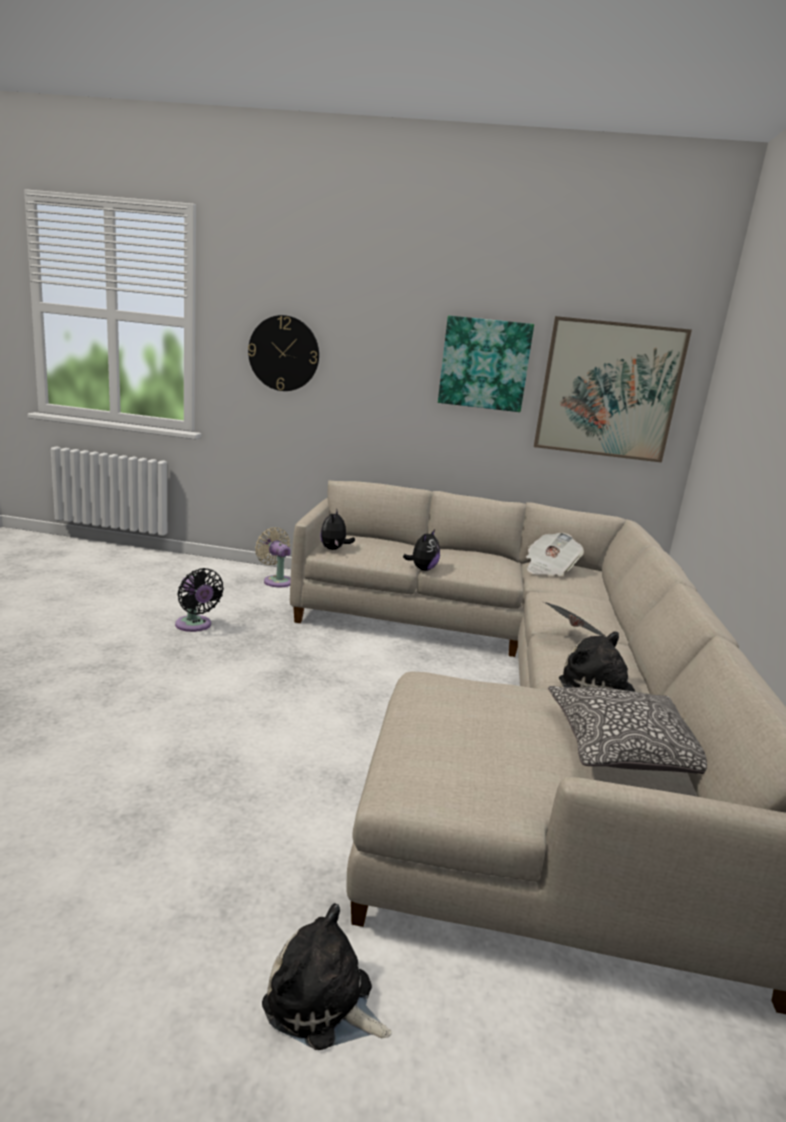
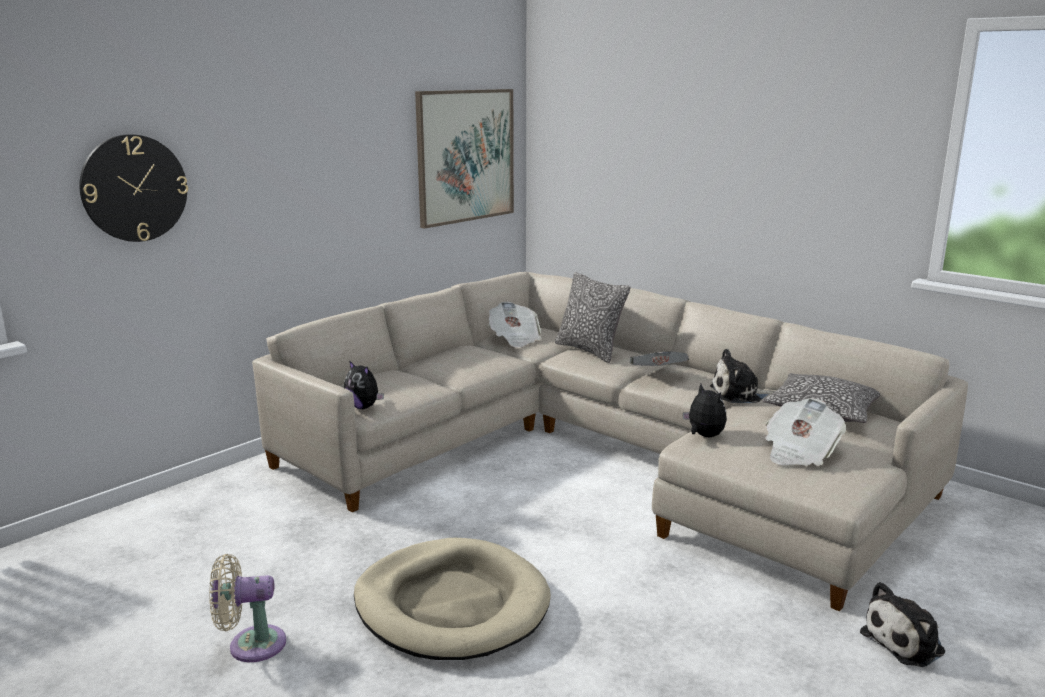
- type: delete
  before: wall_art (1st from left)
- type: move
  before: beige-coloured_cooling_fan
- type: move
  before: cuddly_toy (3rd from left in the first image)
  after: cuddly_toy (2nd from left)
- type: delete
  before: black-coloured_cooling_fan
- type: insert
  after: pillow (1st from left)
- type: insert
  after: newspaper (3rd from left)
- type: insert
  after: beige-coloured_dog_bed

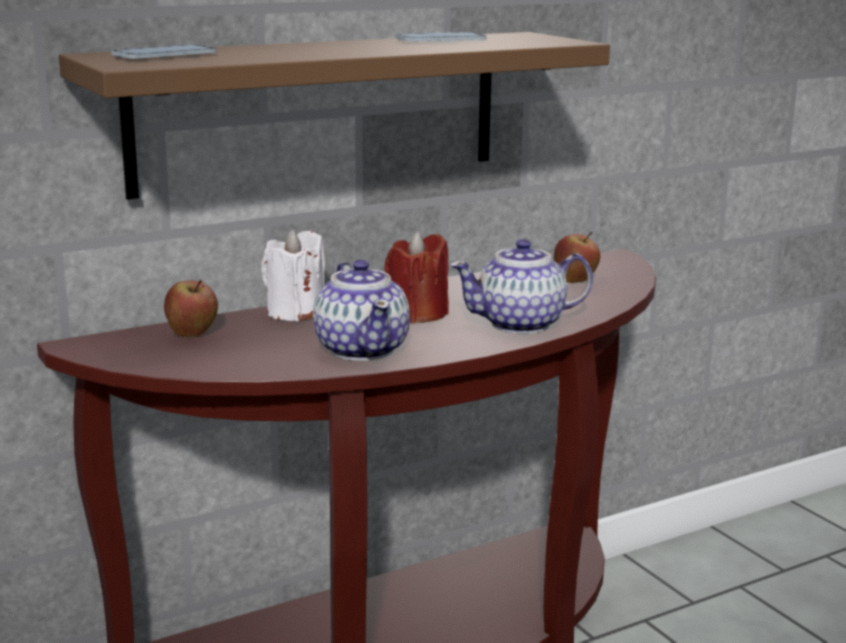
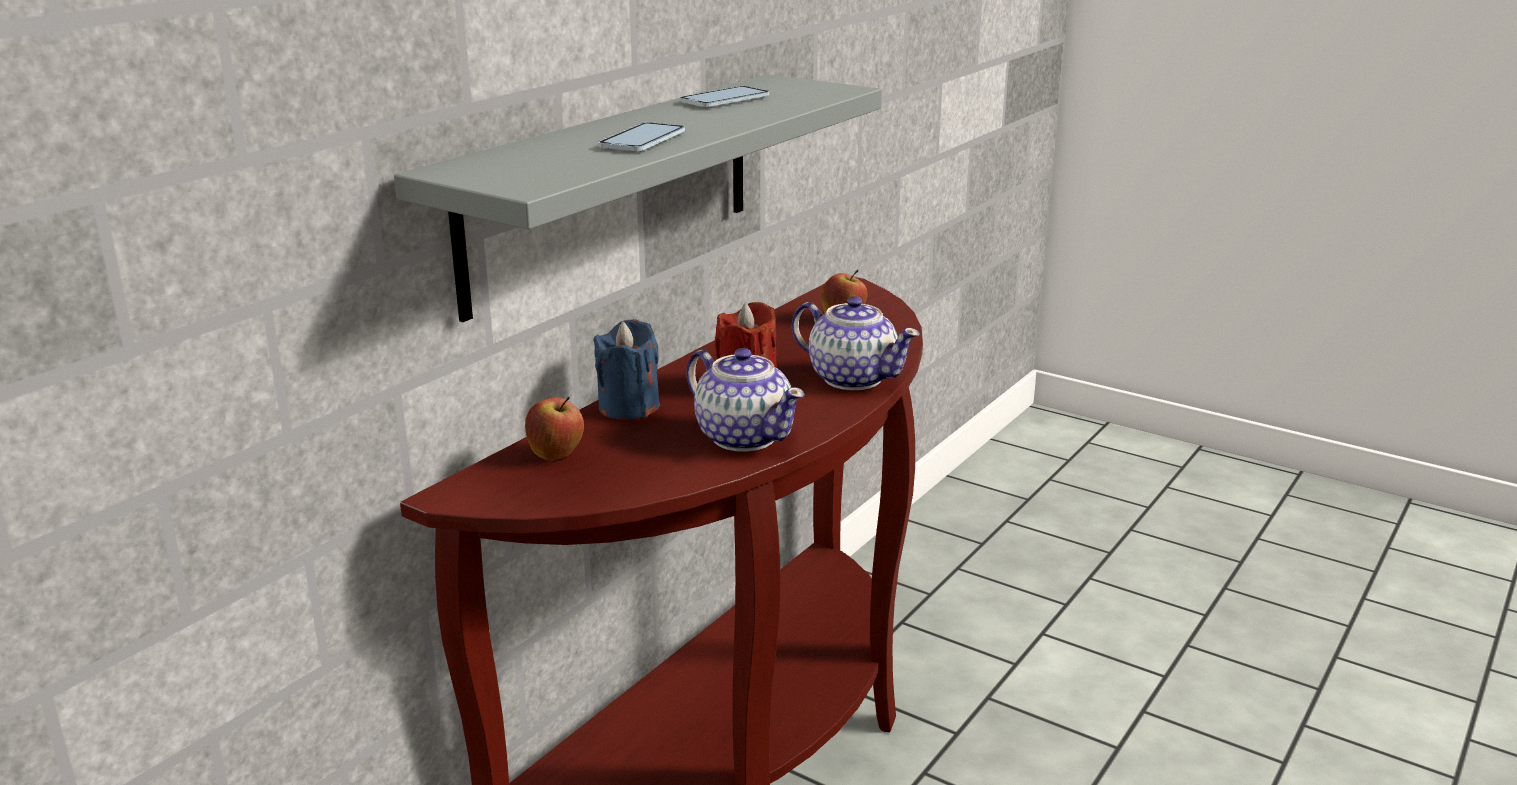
- type: recolor
  before: brownish_shelf
  after: grey_shelf
- type: move
  before: handset (1st from left)
- type: recolor
  before: white_candle
  after: bluish_candle
- type: rotate
  before: tea_pot (2nd from left)
  turn: -105

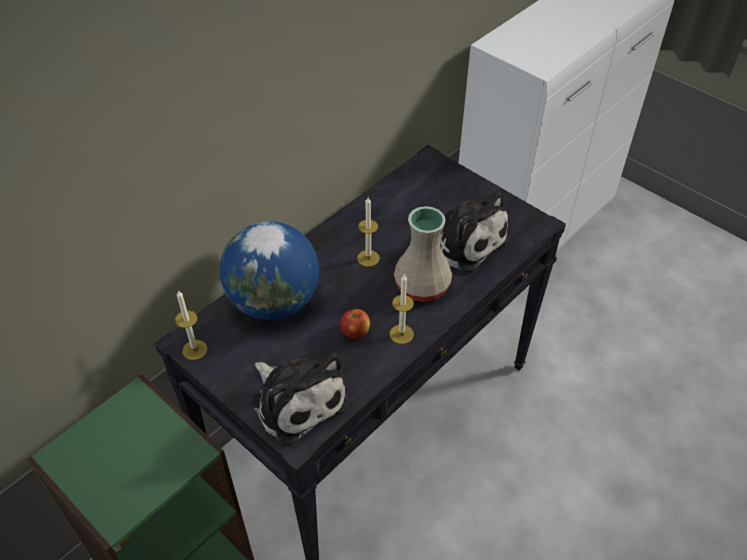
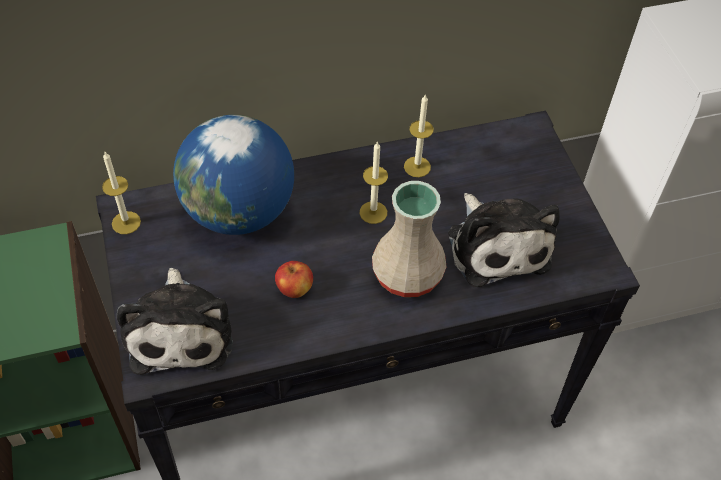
- type: move
  before: candle (3rd from left)

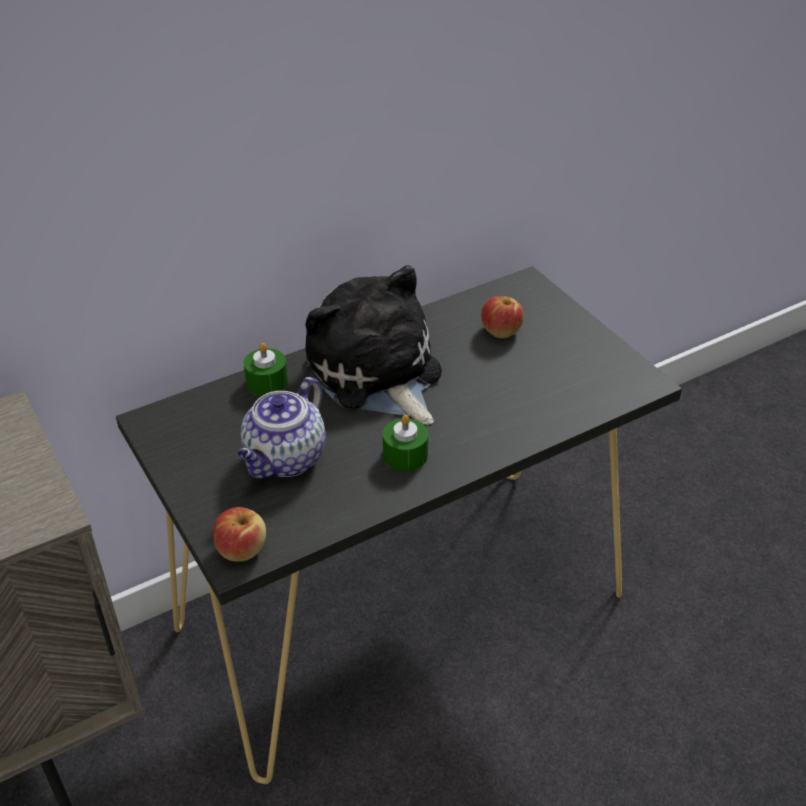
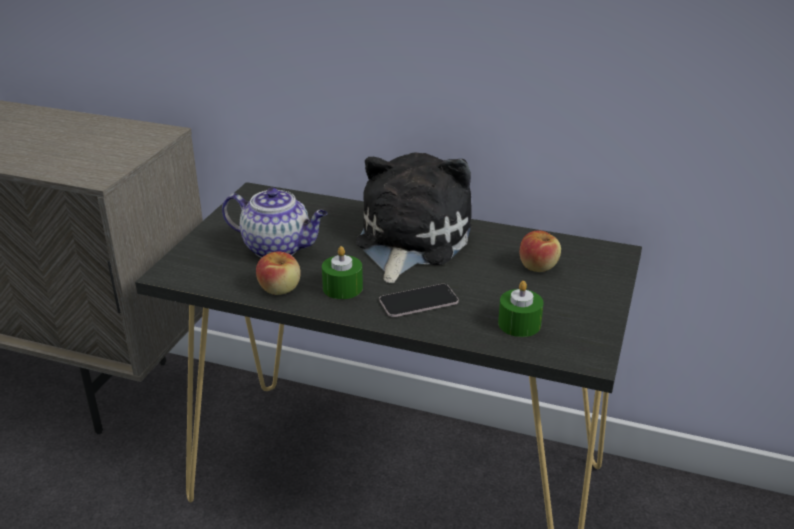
- type: move
  before: greenish_candle (1st from left in the first image)
  after: greenish_candle (2nd from left)
- type: rotate
  before: tea_pot
  turn: -150
- type: move
  before: apple_fruit (1st from left)
- type: insert
  after: handset

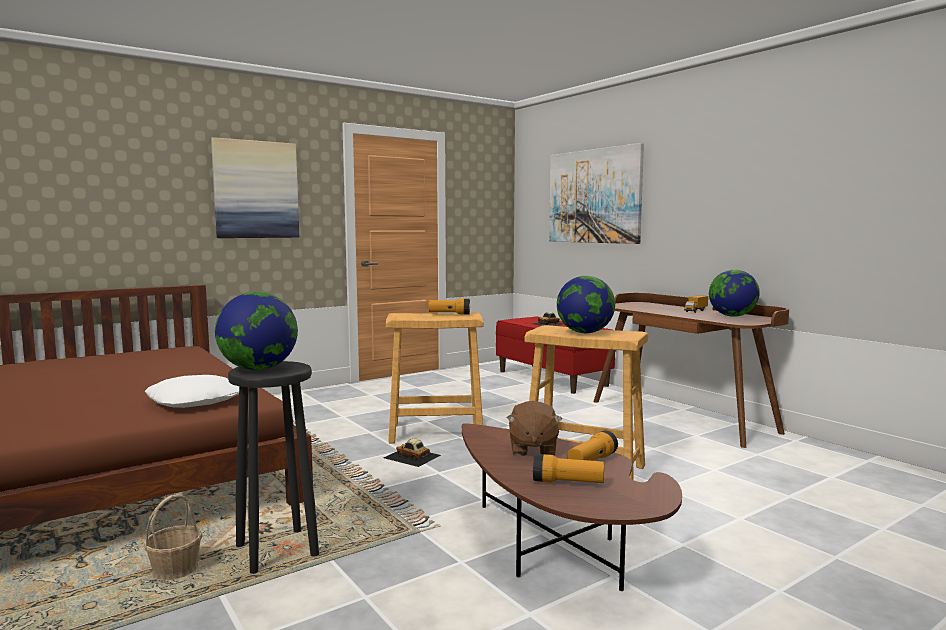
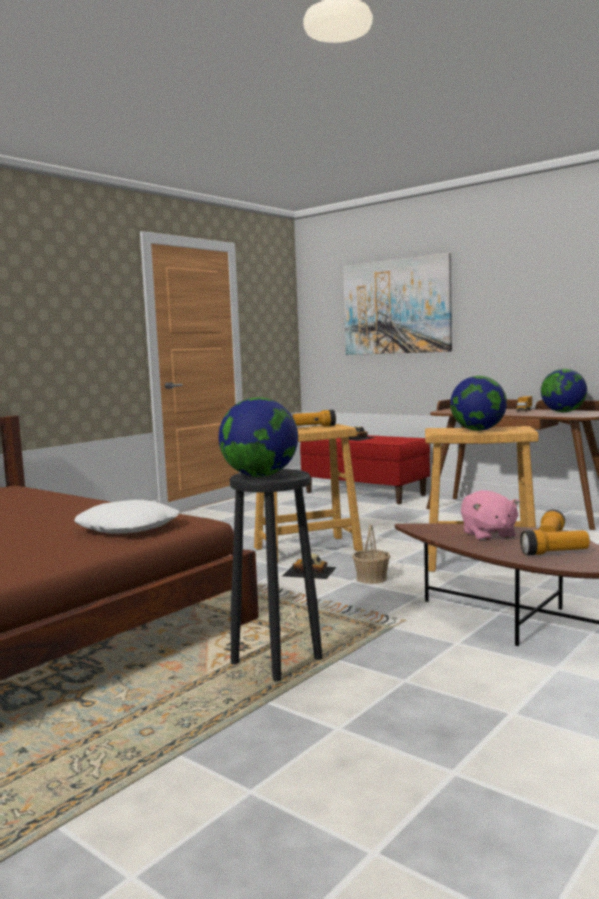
- type: delete
  before: wall_art (1st from left)
- type: recolor
  before: brownish_cuddly_toy
  after: pinkish_cuddly_toy
- type: move
  before: basket

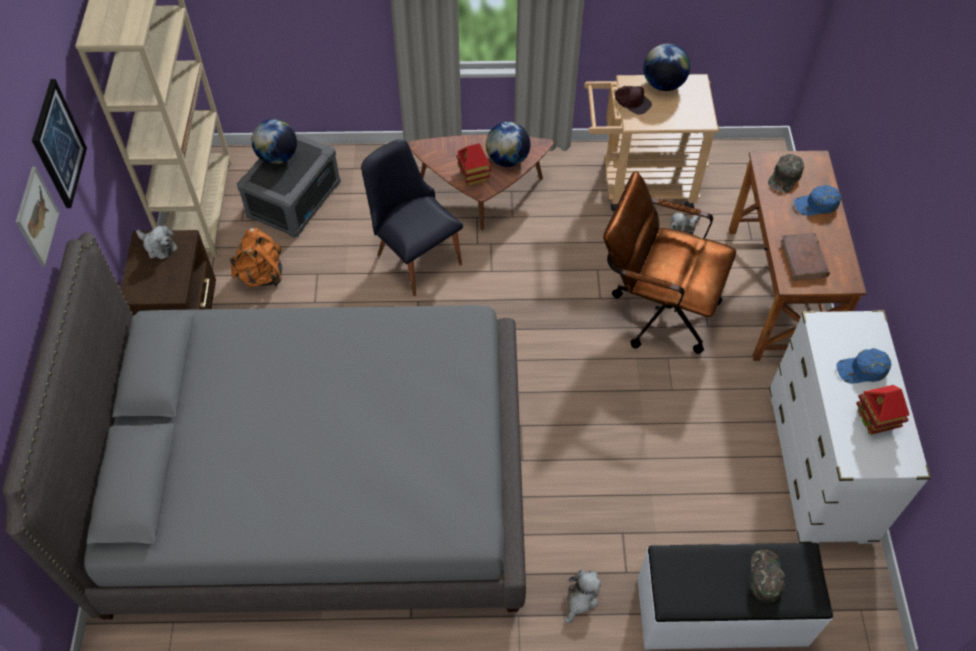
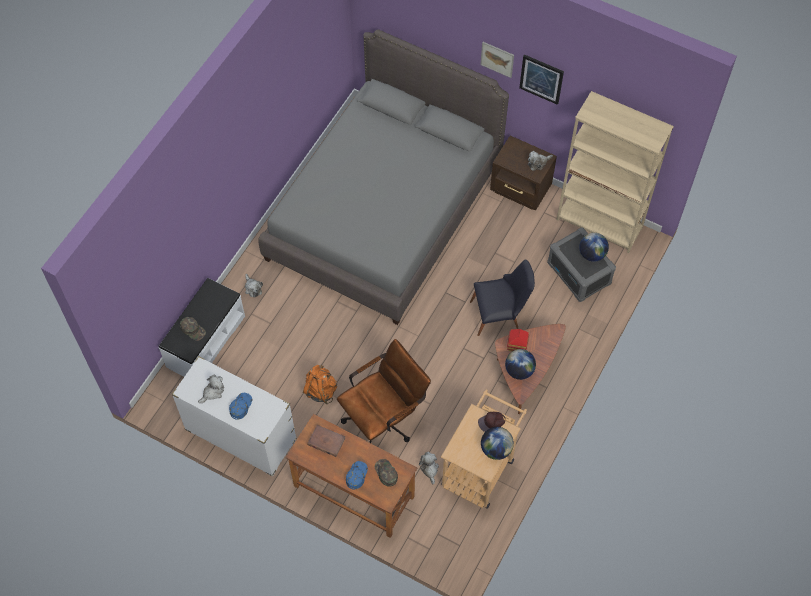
- type: move
  before: orange-coloured_backpack
- type: replace
  before: toy_house (2nd from left)
  after: cuddly_toy (1st from left)

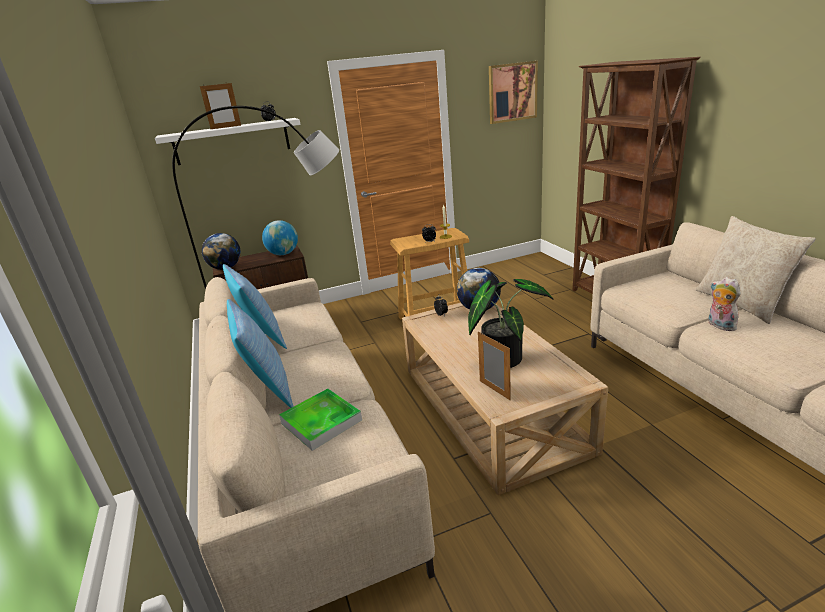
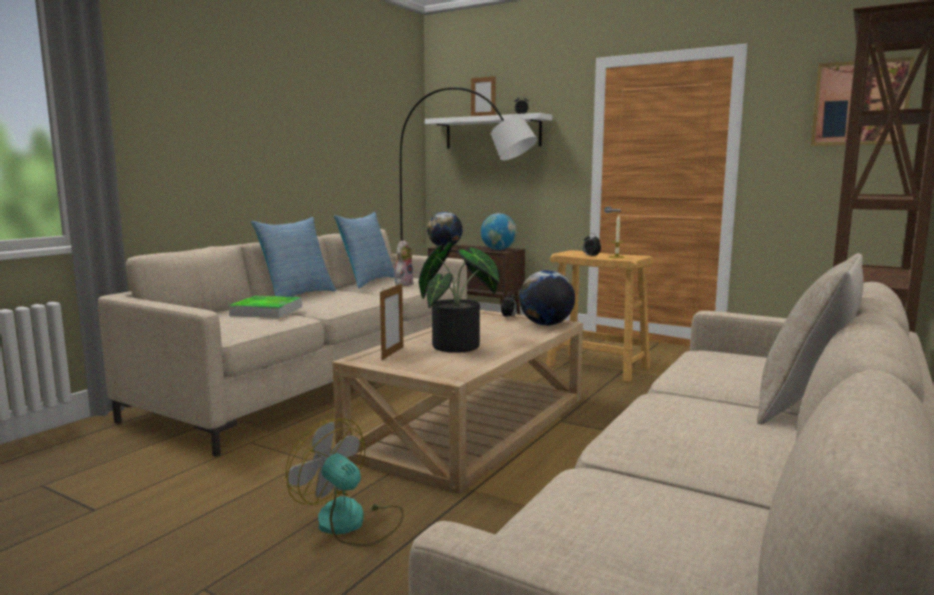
- type: move
  before: cuddly_toy
- type: insert
  after: cooling_fan

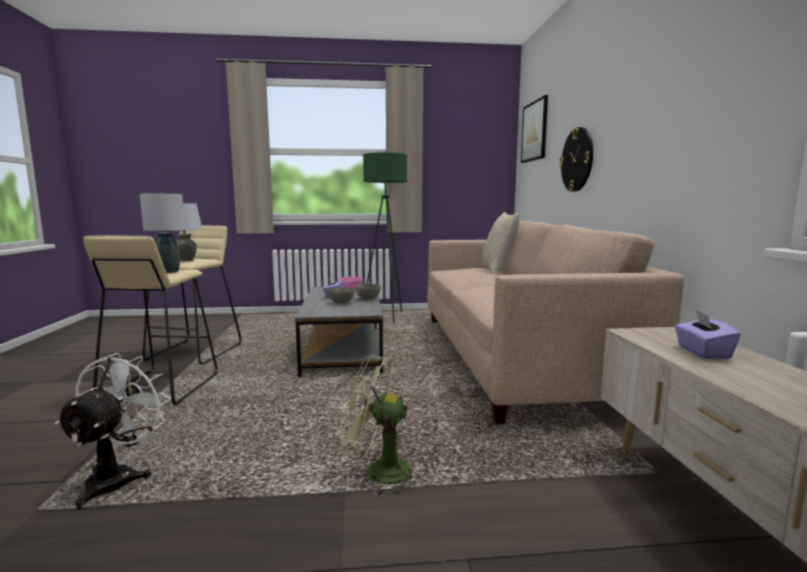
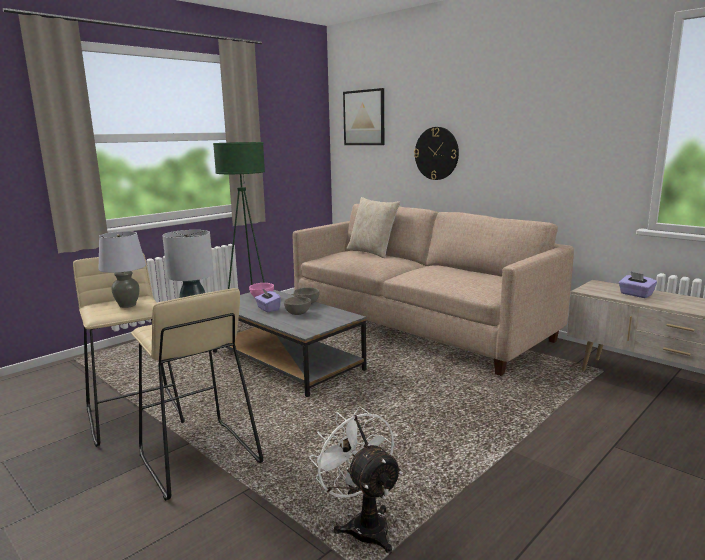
- type: delete
  before: greenish_cooling_fan

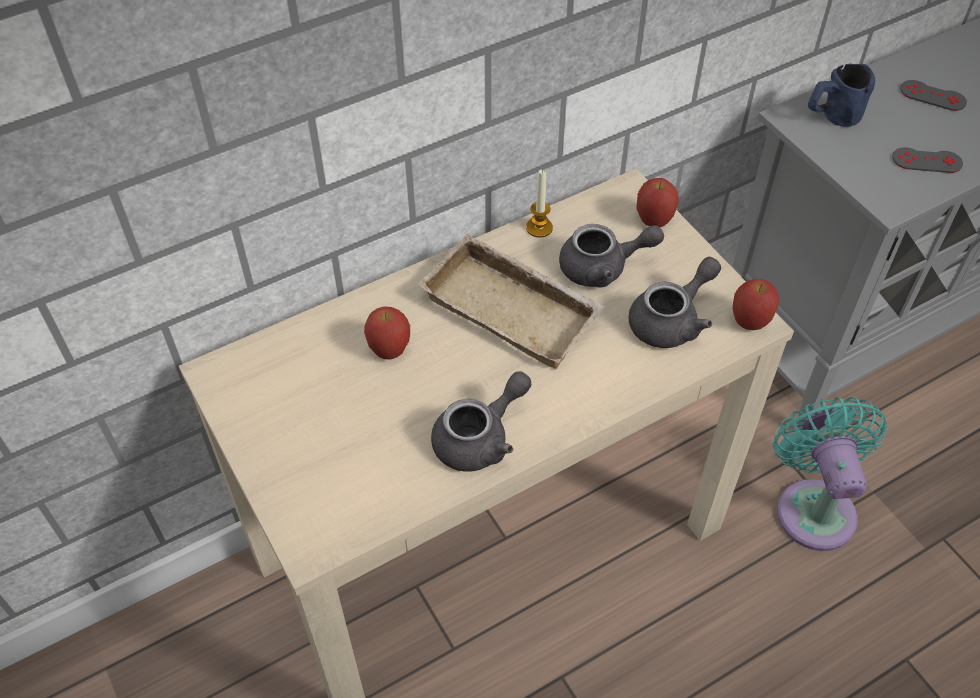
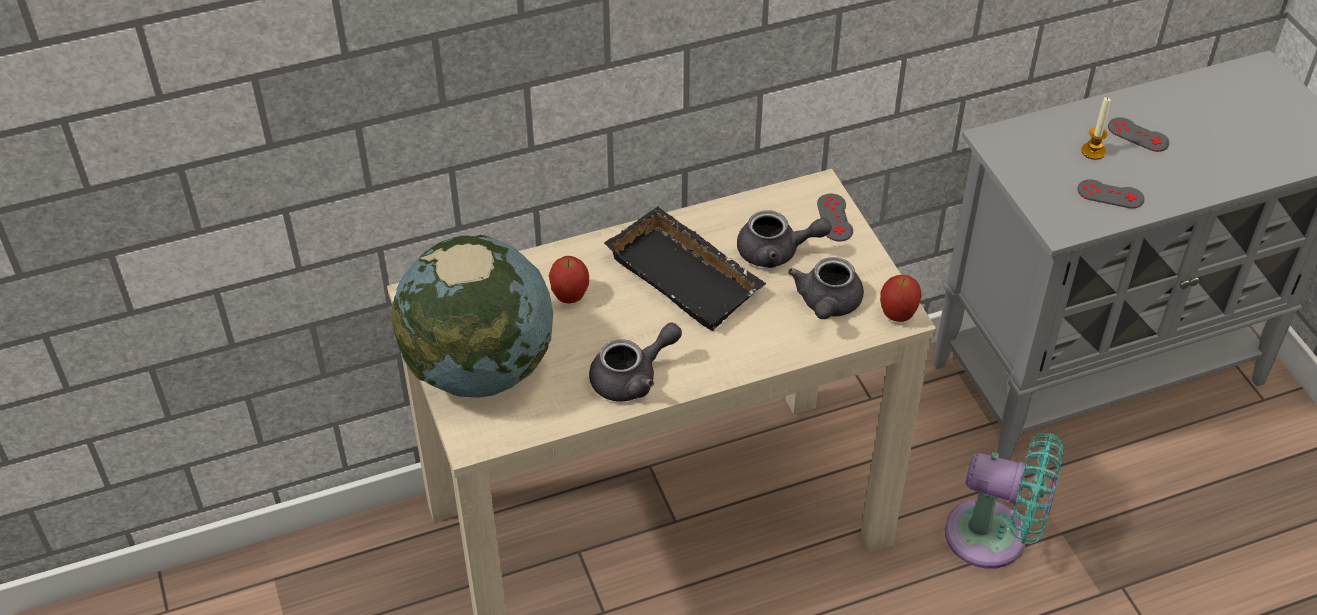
- type: delete
  before: bluish_coffee_mug
- type: move
  before: candle
- type: replace
  before: apple_fruit (2nd from left)
  after: grey_gamepad (1st from left)
- type: recolor
  before: beige-coloured_serving_tray
  after: black-coloured_serving_tray
- type: rotate
  before: grey_tea_pot (3rd from left)
  turn: 135
- type: rotate
  before: blue-green_cooling_fan
  turn: 105
- type: insert
  after: world_globe

